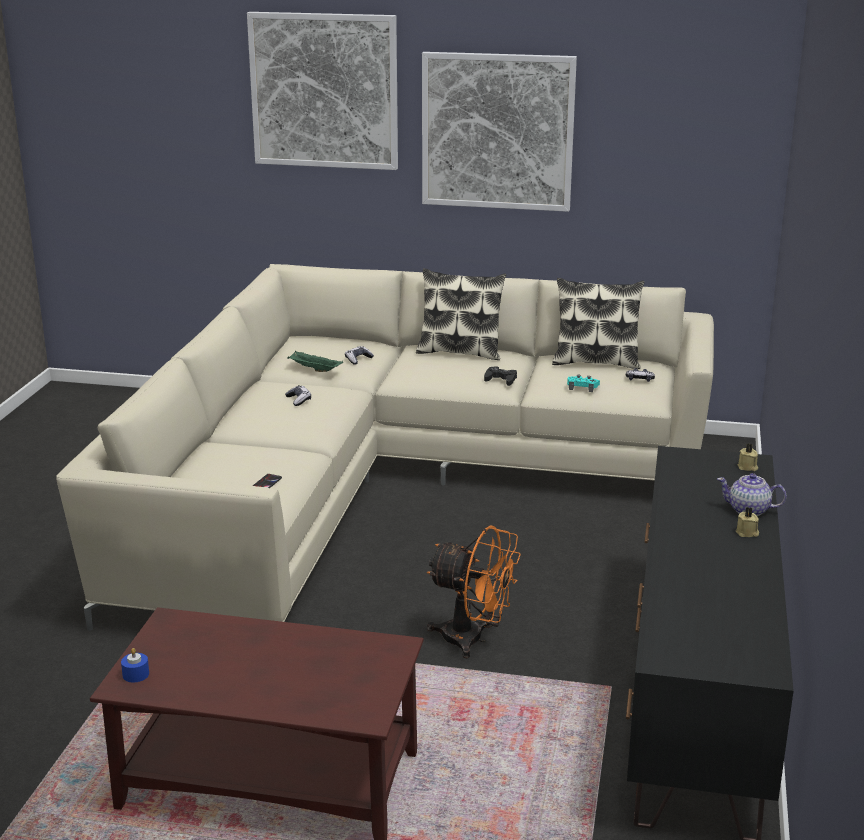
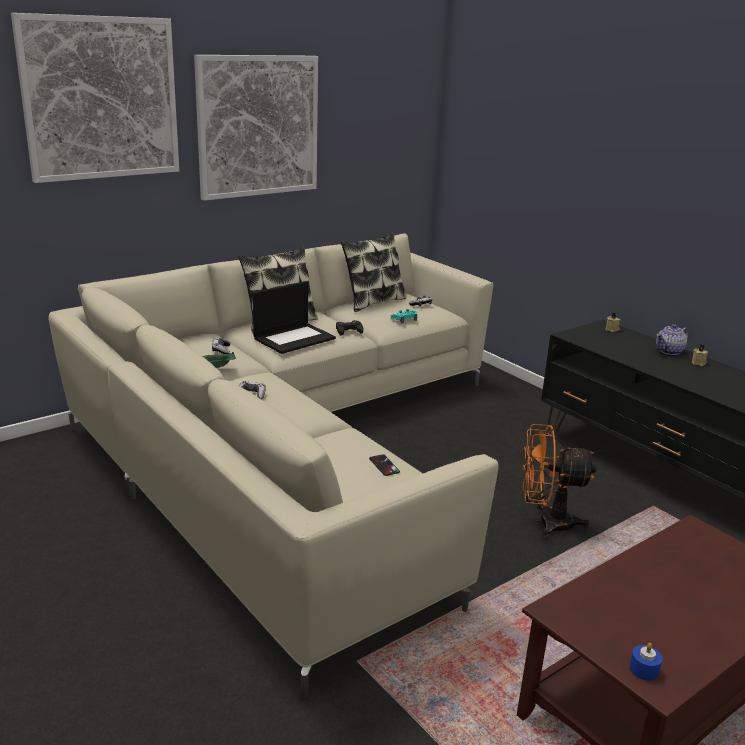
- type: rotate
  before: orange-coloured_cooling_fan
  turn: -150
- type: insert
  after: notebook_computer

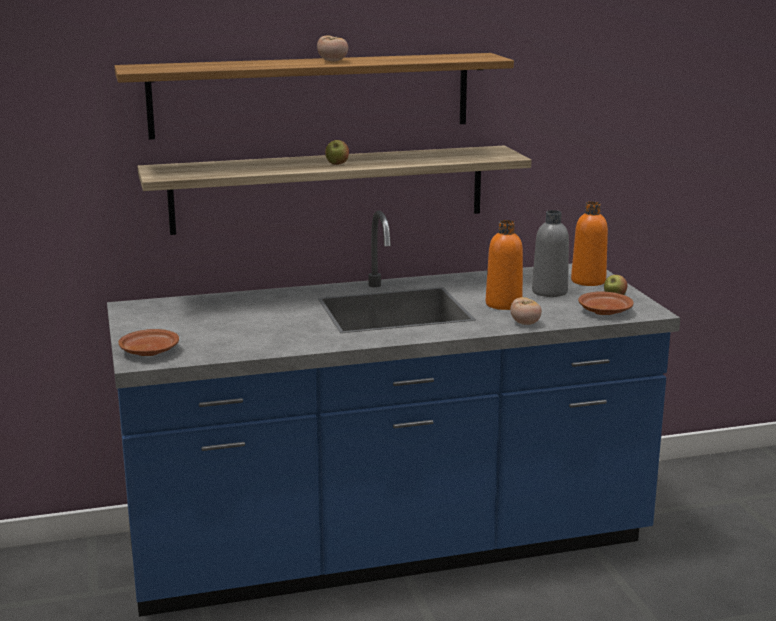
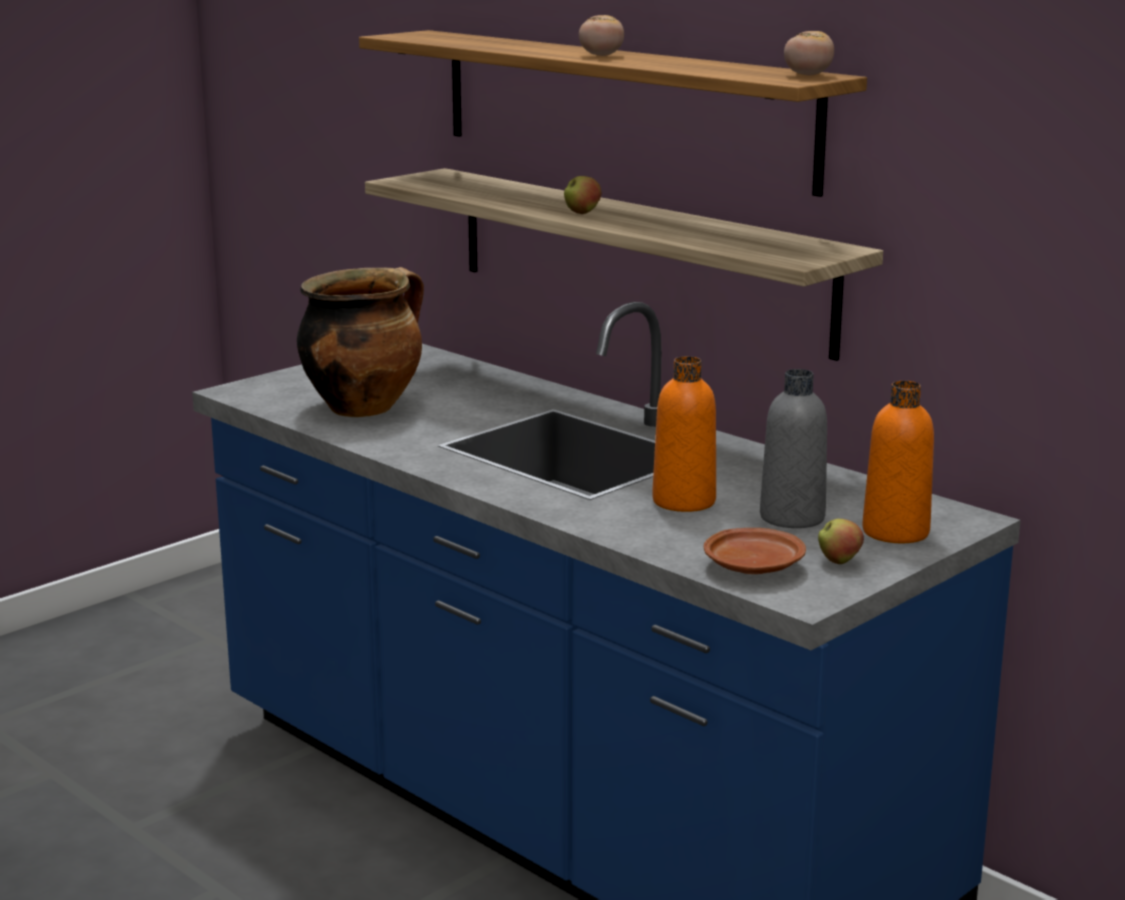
- type: move
  before: tomato (2nd from left)
- type: delete
  before: brownish_flat_dish (1st from left)
- type: insert
  after: stockpot

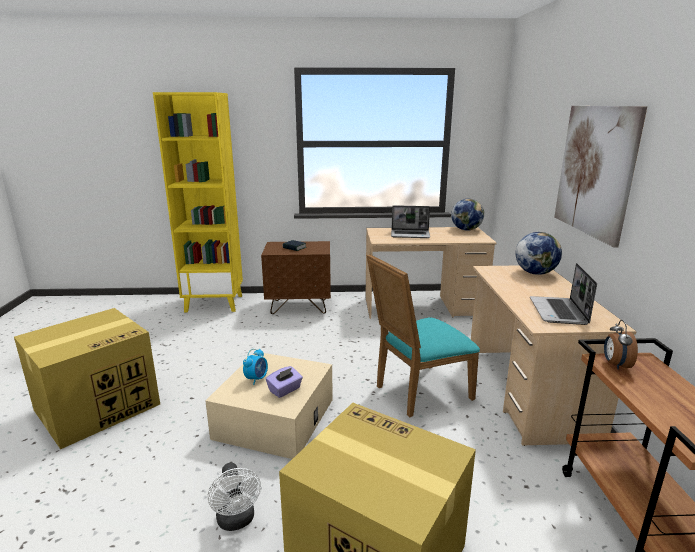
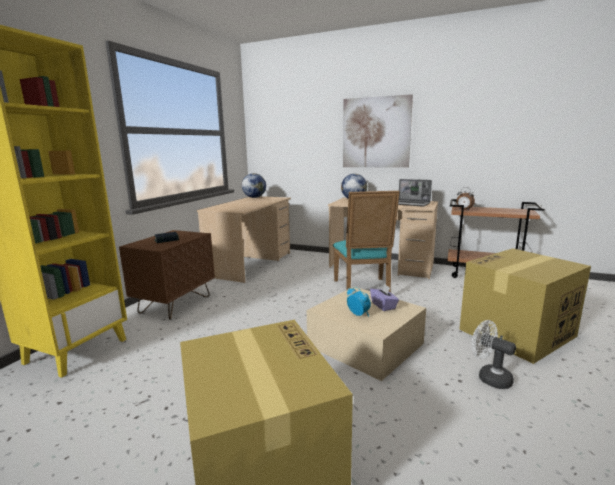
- type: delete
  before: notebook_computer (1st from left)
- type: rotate
  before: white_cooling_fan
  turn: -135

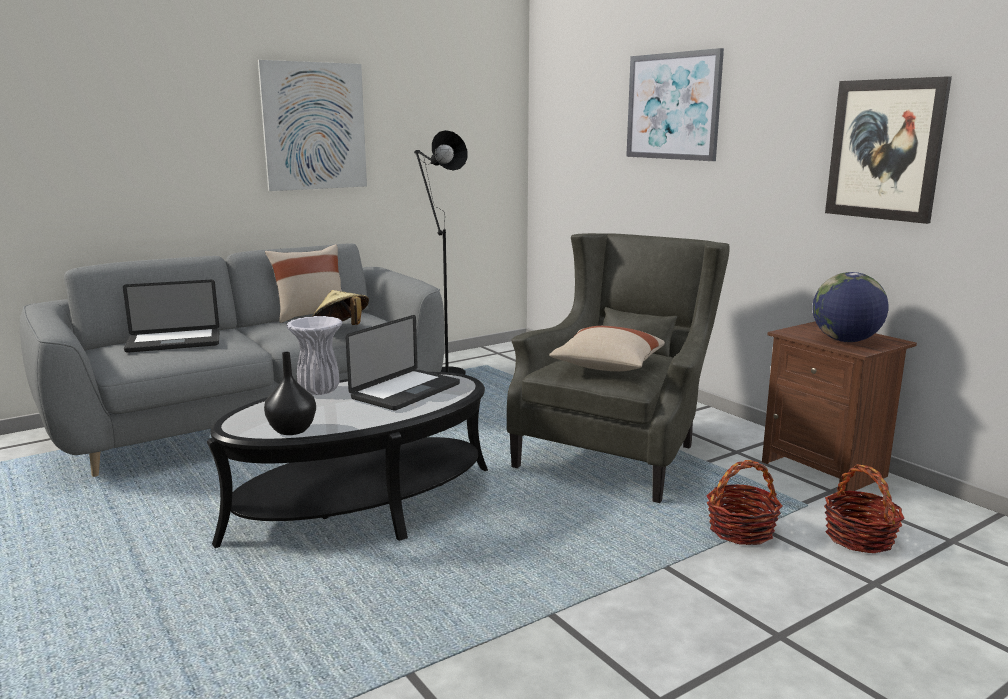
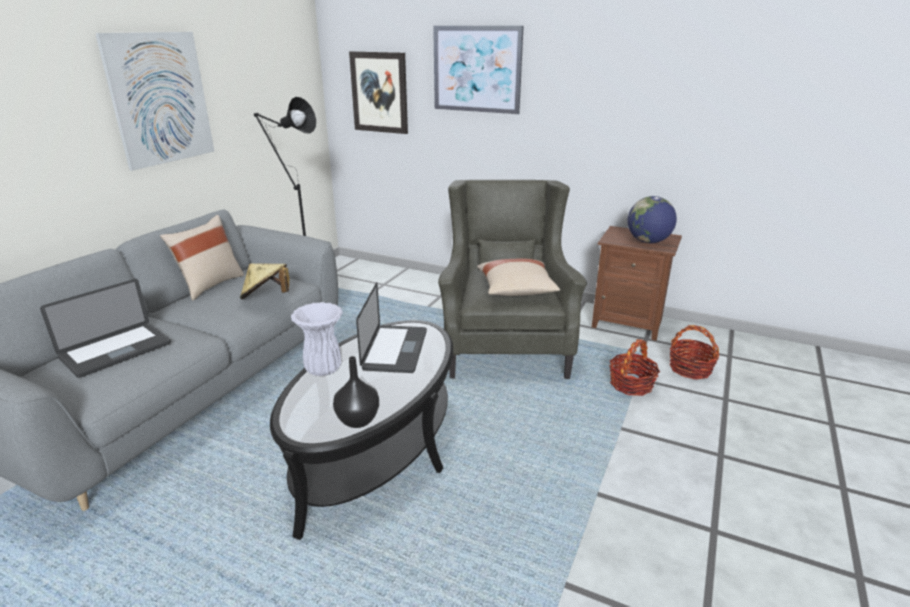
- type: move
  before: wall_art (3rd from left in the first image)
  after: wall_art (2nd from left)

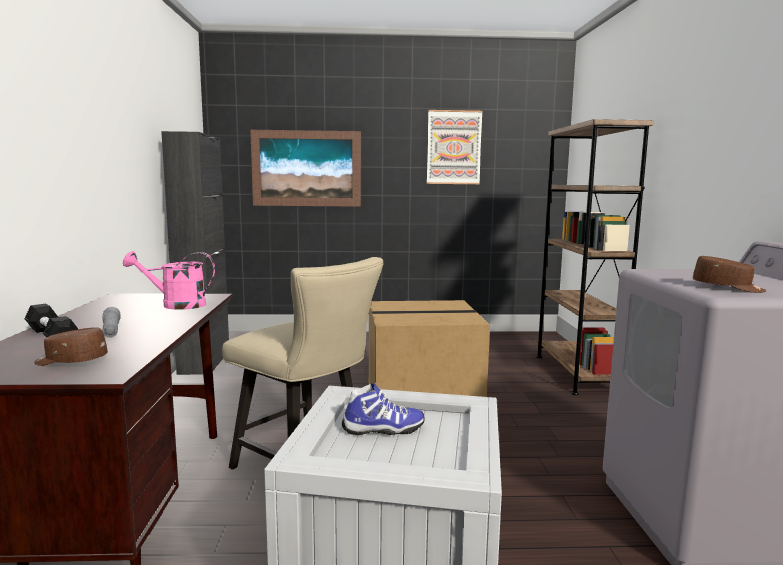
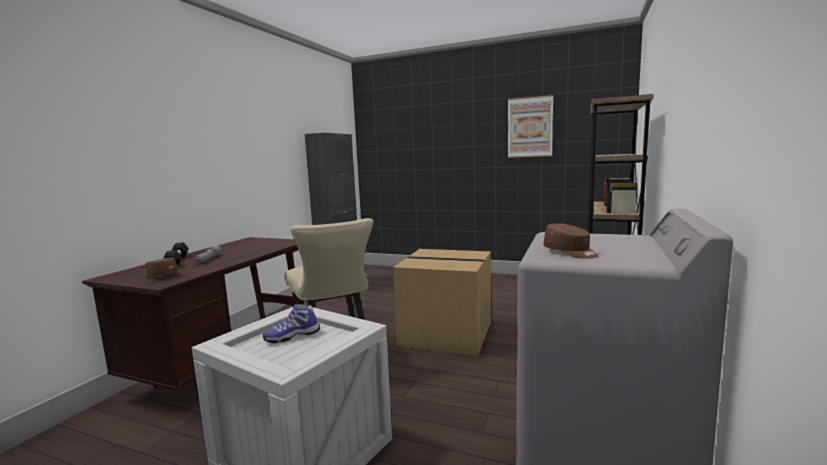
- type: delete
  before: wall_art (1st from left)
- type: delete
  before: pinkish_watering_pot
- type: rotate
  before: shoe
  turn: 135

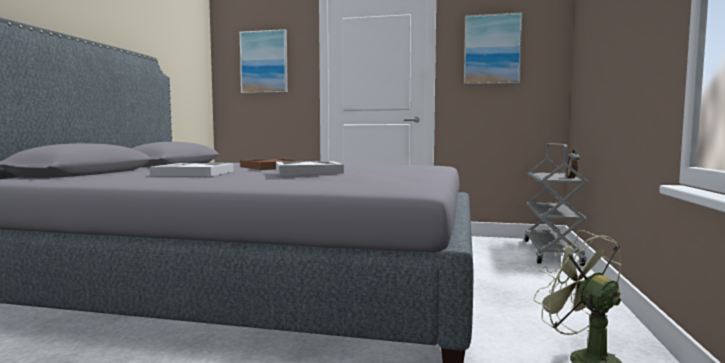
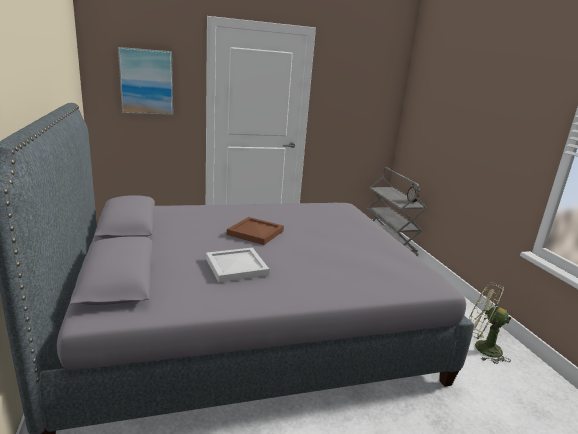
- type: delete
  before: wall_art (2nd from left)
- type: delete
  before: white_serving_tray (2nd from left)

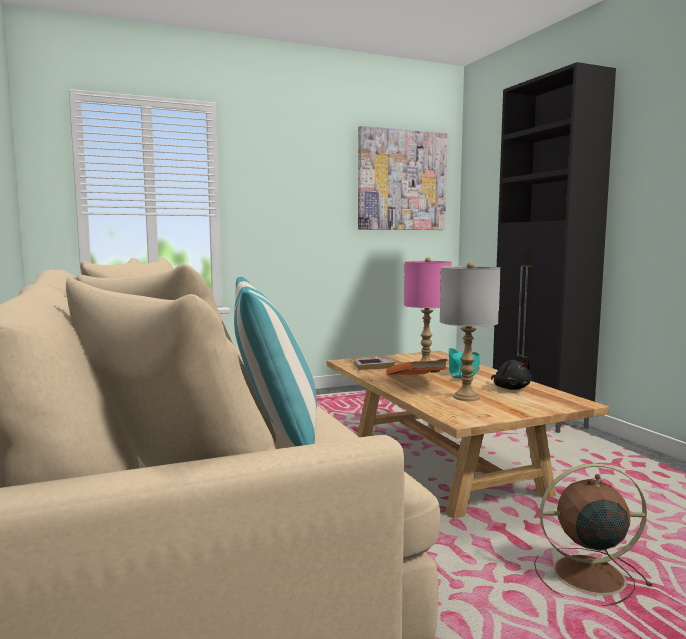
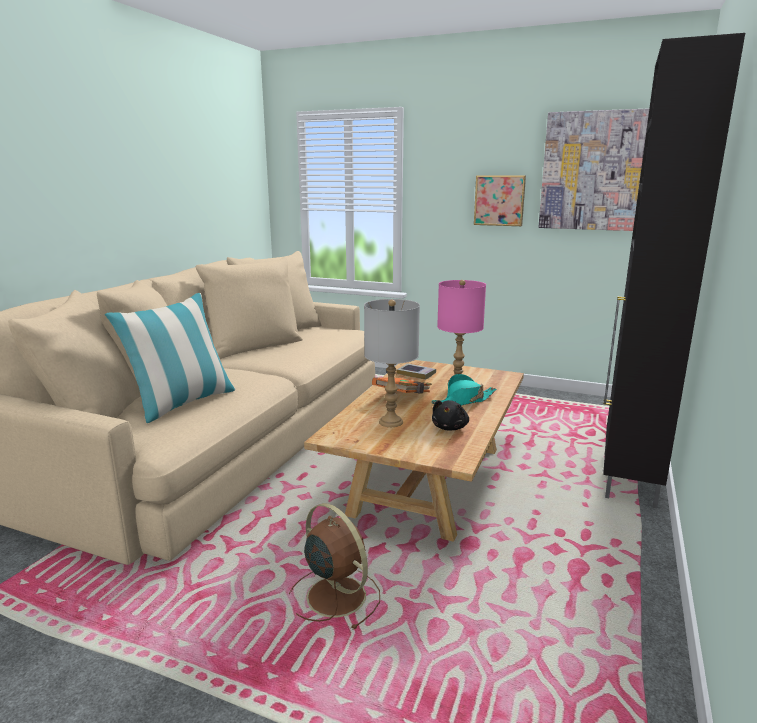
- type: insert
  after: wall_art (1st from left)

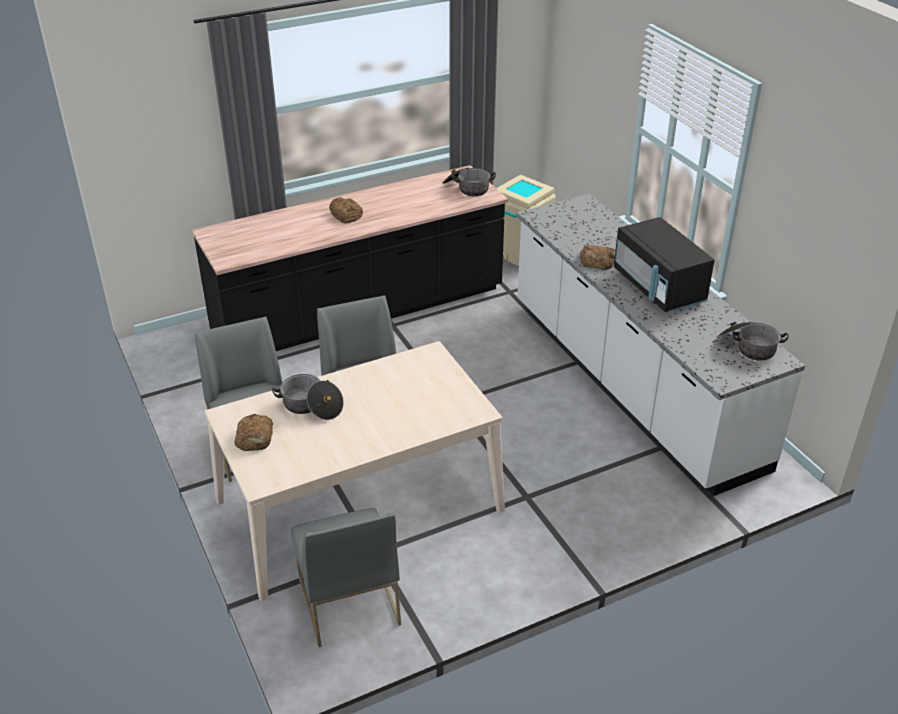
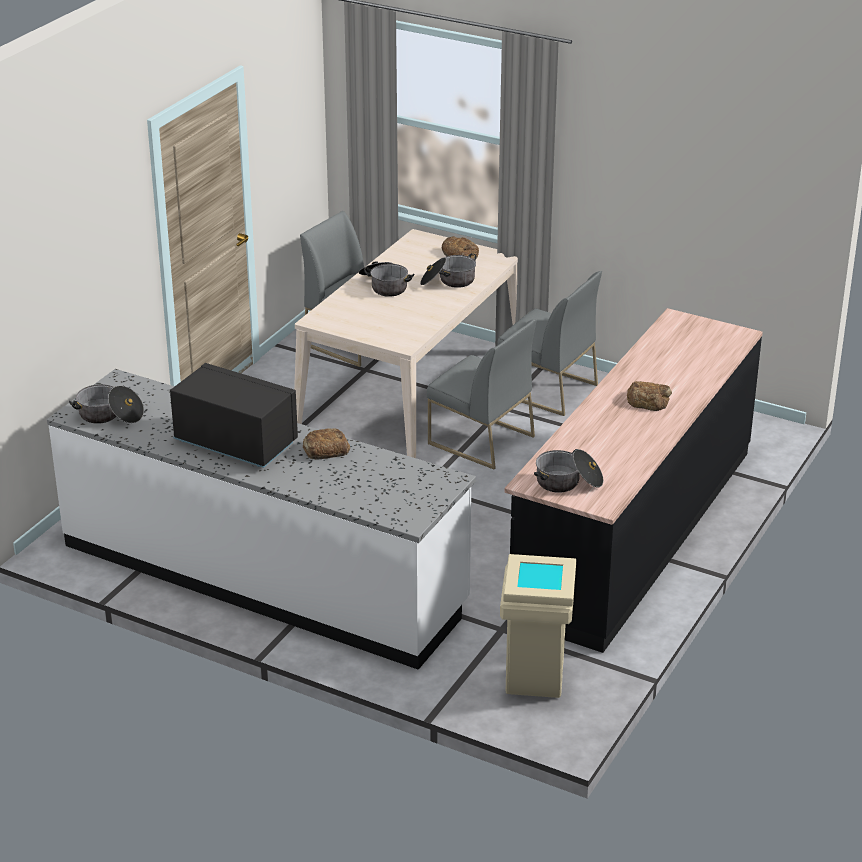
- type: insert
  after: stockpot (2nd from left)

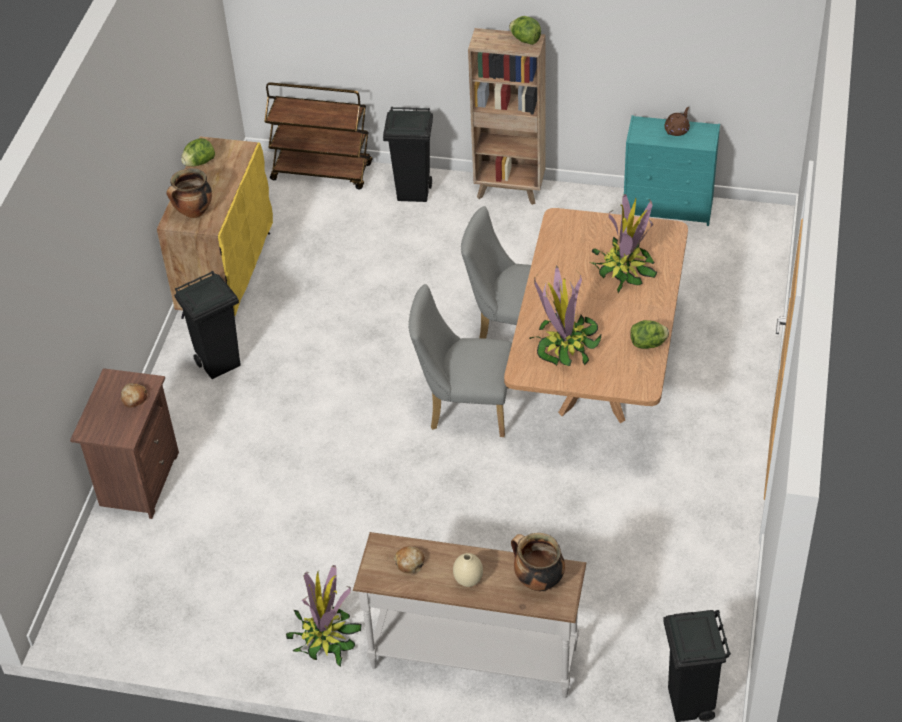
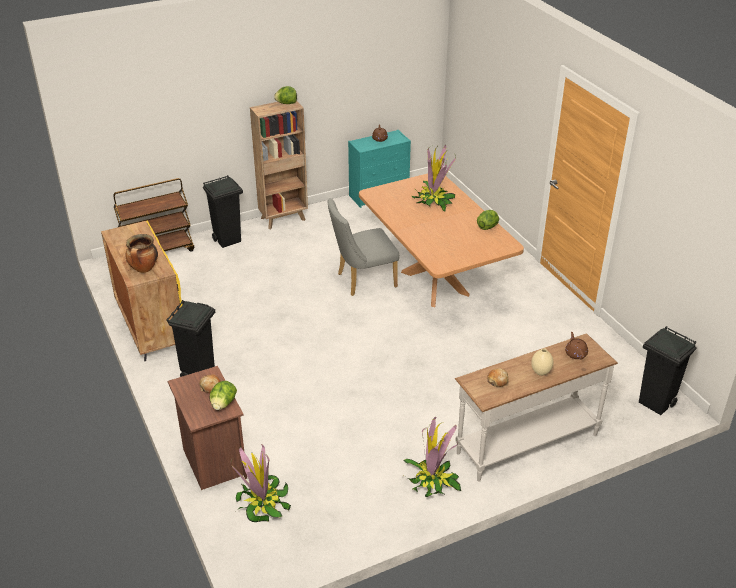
- type: move
  before: lettuce (1st from left)
- type: move
  before: plant_in_a_pot (2nd from left in the first image)
  after: plant_in_a_pot (1st from left)
- type: delete
  before: grey_chair (1st from left)
- type: replace
  before: stockpot (2nd from left)
  after: brownish_tea_pot (2nd from left)

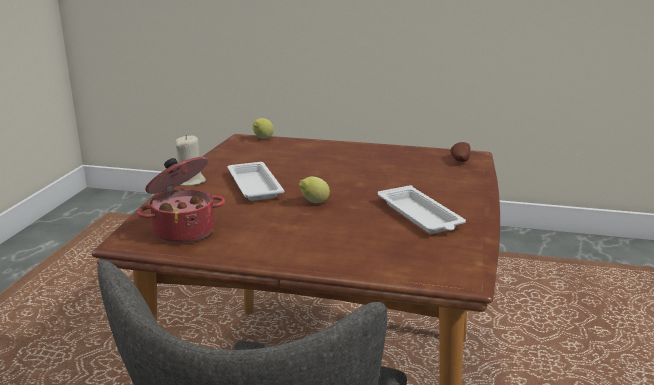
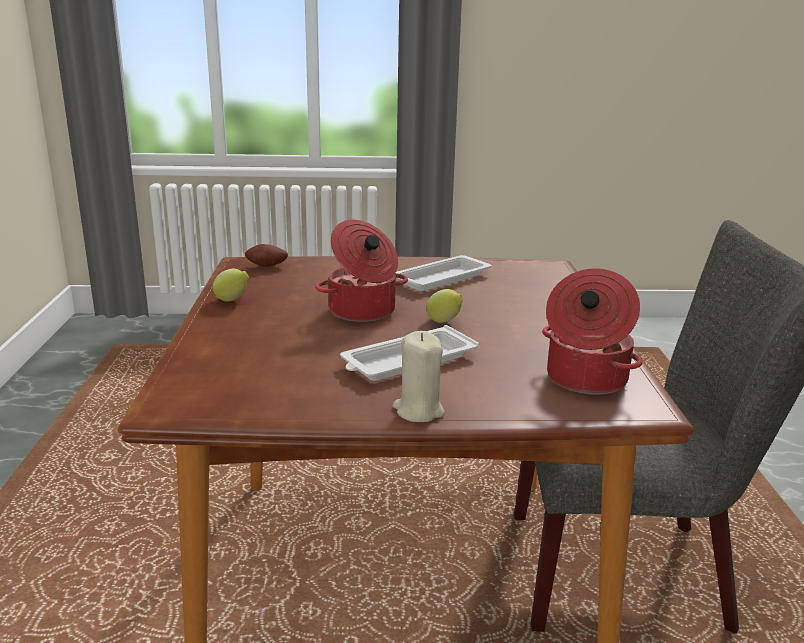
- type: move
  before: citrus_fruit (1st from left)
- type: insert
  after: stockpot (1st from left)

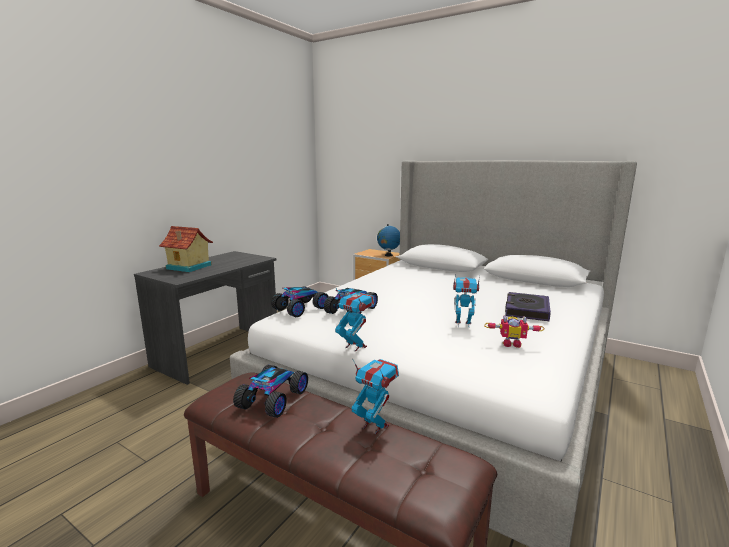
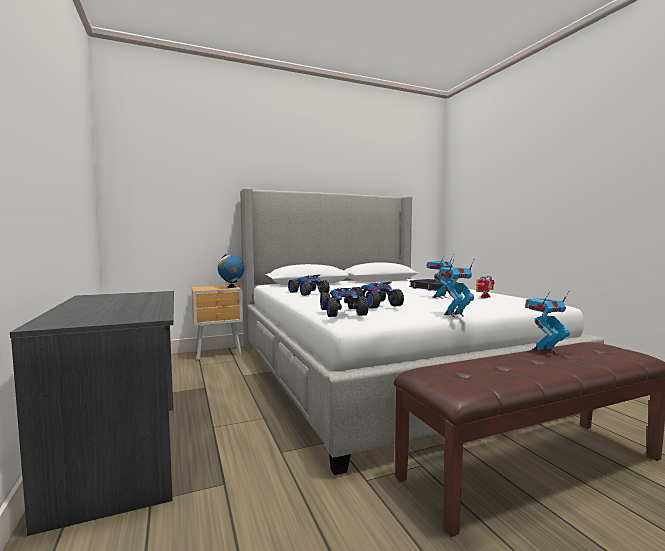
- type: delete
  before: toy_house
- type: move
  before: miniature_car (1st from left)

